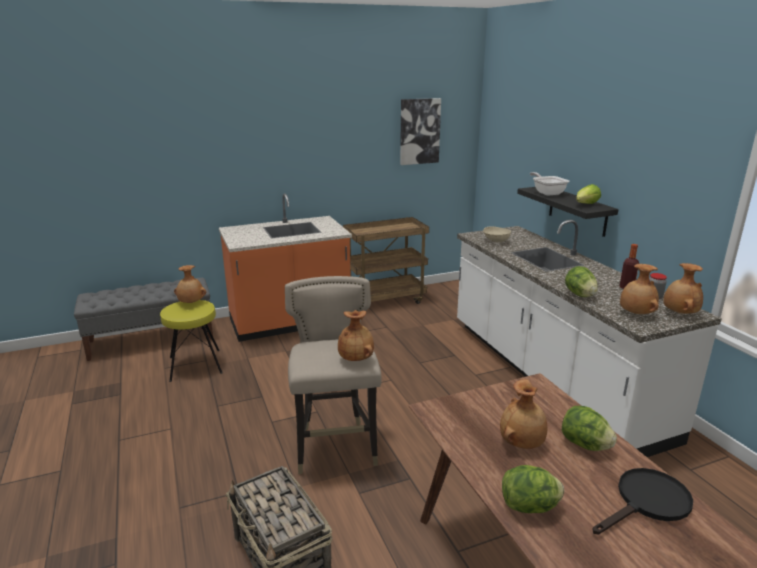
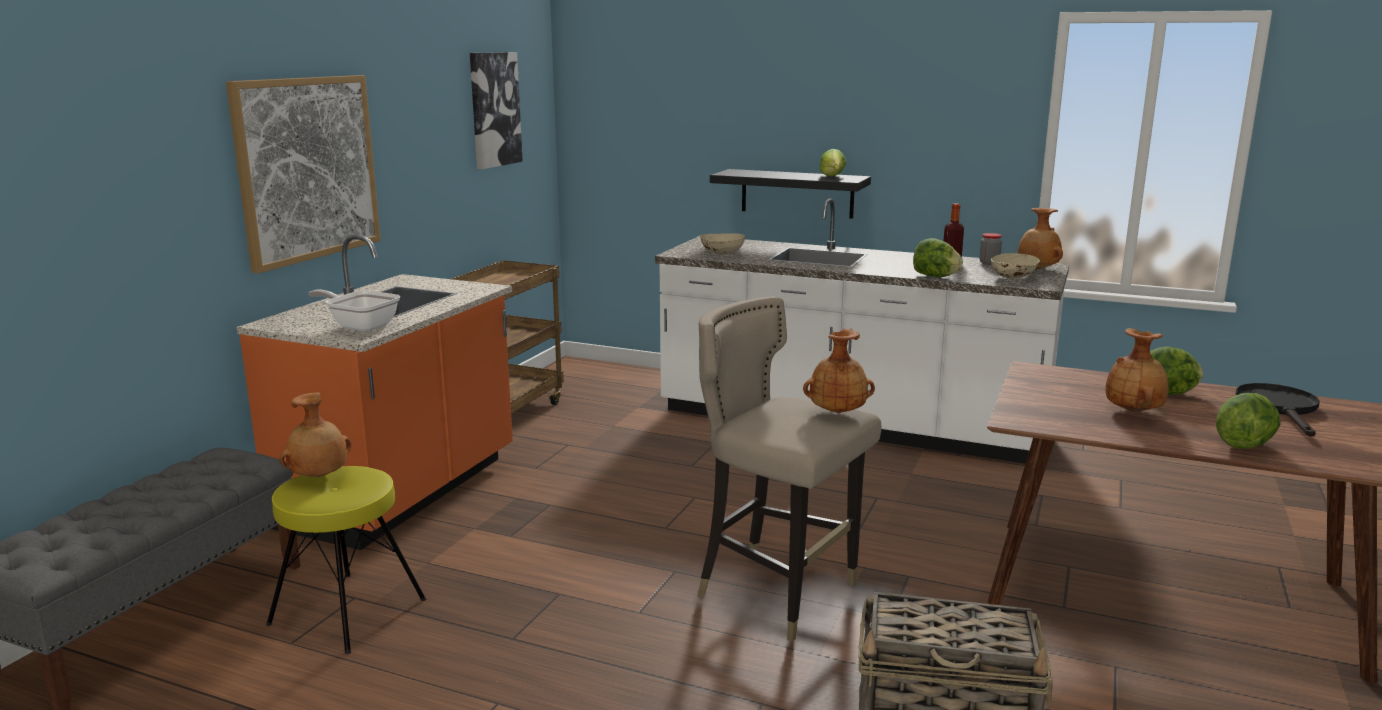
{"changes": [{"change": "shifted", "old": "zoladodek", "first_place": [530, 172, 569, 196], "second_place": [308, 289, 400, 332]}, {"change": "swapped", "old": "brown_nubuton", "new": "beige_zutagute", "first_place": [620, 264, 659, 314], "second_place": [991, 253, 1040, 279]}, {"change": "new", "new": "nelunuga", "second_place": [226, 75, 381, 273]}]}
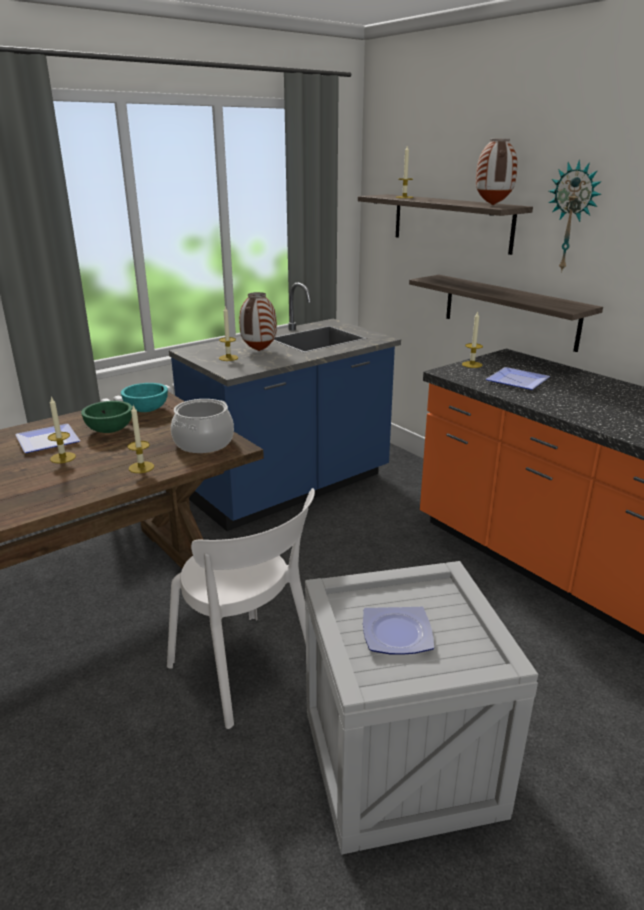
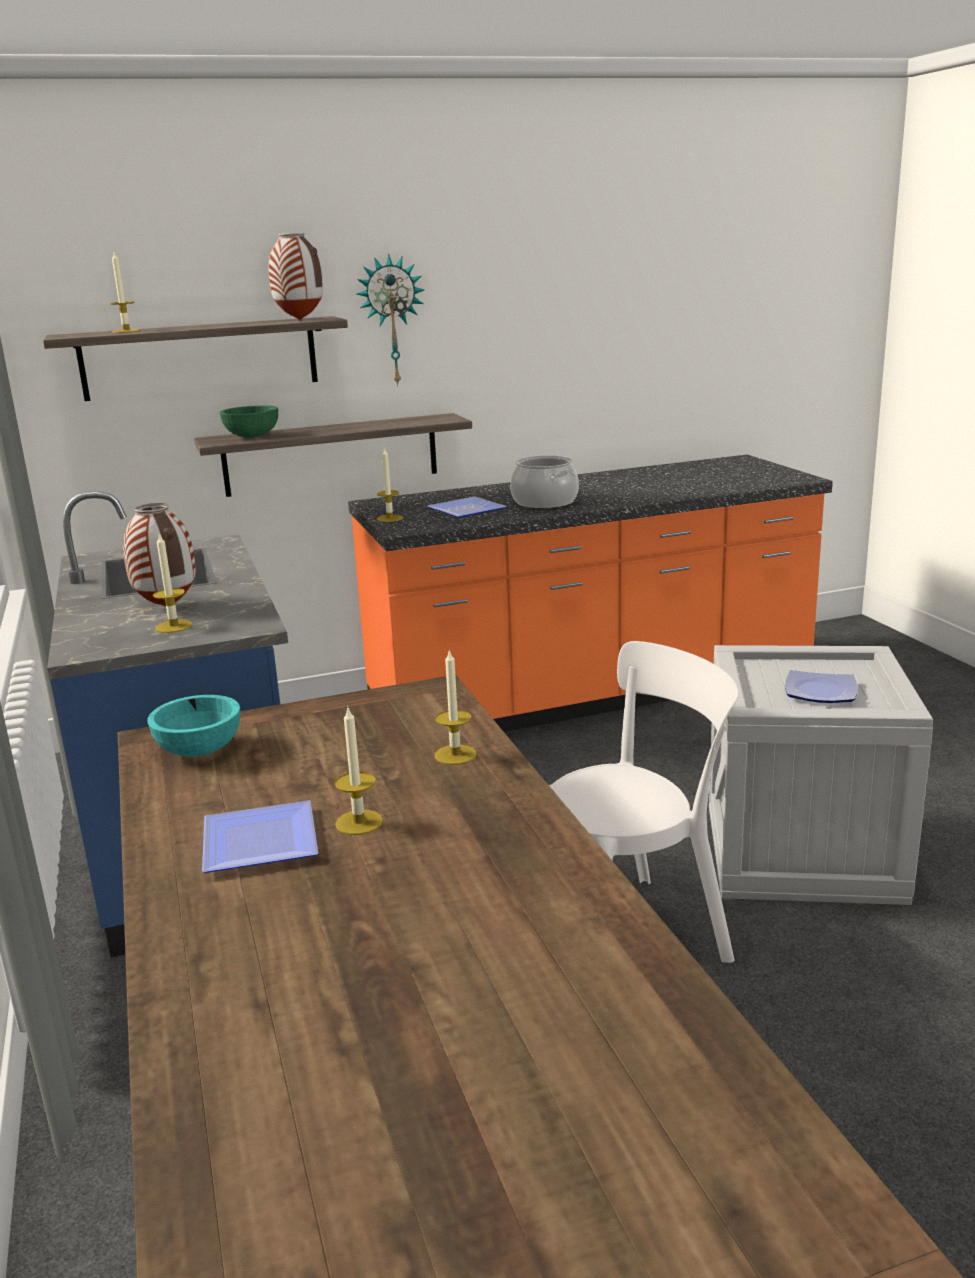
{"changes": [{"change": "shifted", "old": "green_zutagute", "first_place": [81, 401, 132, 433], "second_place": [220, 405, 278, 438]}, {"change": "shifted", "old": "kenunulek", "first_place": [171, 399, 234, 453], "second_place": [510, 455, 579, 508]}]}
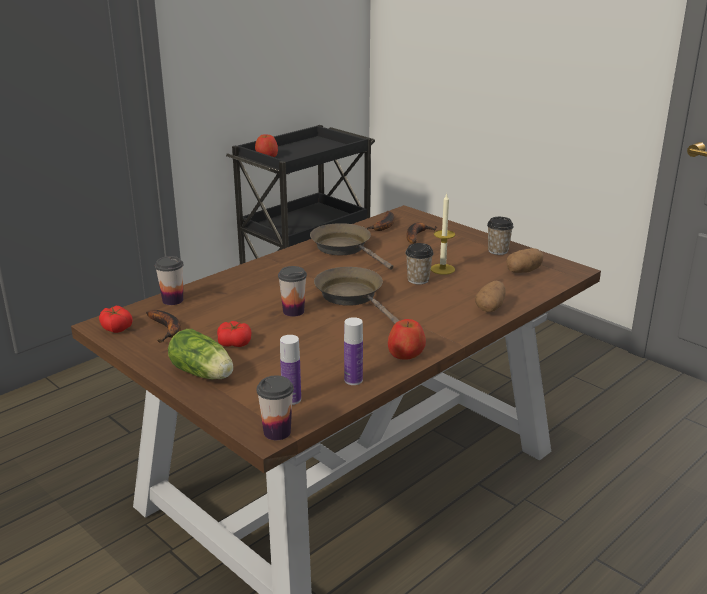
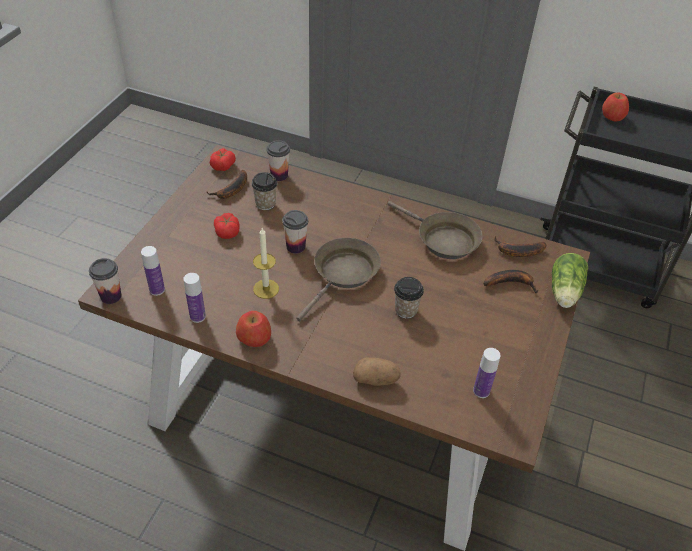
{"changes": [{"change": "shifted", "old": "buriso", "first_place": [168, 329, 233, 379], "second_place": [552, 253, 588, 308]}, {"change": "rotated", "old": "brown_zoladodek", "first_place": [310, 223, 393, 270], "second_place": [387, 201, 482, 259], "degrees": 105}, {"change": "shifted", "old": "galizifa", "first_place": [431, 194, 455, 275], "second_place": [253, 228, 279, 299]}, {"change": "shifted", "old": "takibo", "first_place": [487, 217, 514, 255], "second_place": [251, 172, 277, 210]}, {"change": "swapped", "old": "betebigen", "new": "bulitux", "first_place": [506, 248, 543, 273], "second_place": [473, 348, 501, 398]}]}
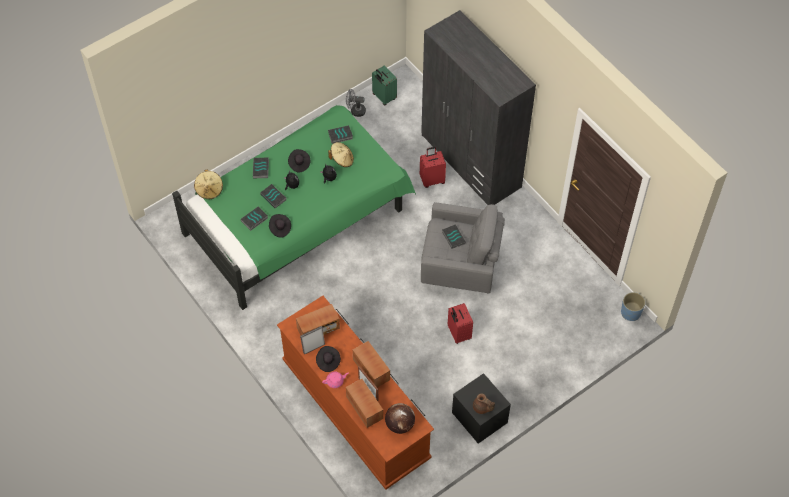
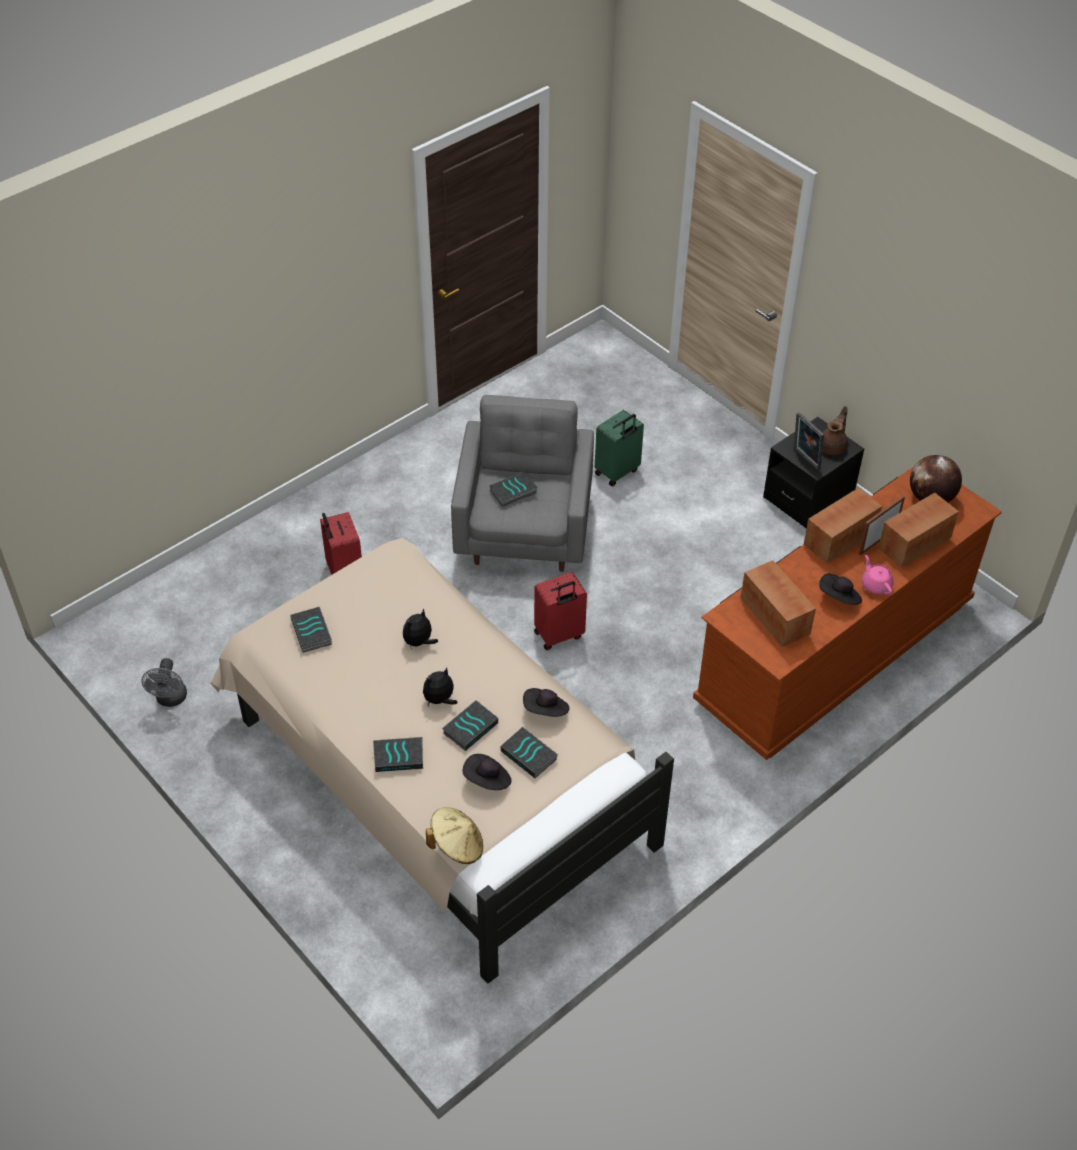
{"changes": [{"change": "repainted", "old": "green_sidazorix", "new": "beige_sidazorix", "first_place": [172, 105, 416, 310], "second_place": [211, 538, 674, 984]}, {"change": "shifted", "old": "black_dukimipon", "first_place": [288, 149, 310, 173], "second_place": [462, 754, 511, 790]}, {"change": "shifted", "old": "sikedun", "first_place": [300, 326, 325, 354], "second_place": [794, 412, 824, 470]}, {"change": "gone", "old": "beige_dukimipon", "first_place": [328, 142, 354, 167]}, {"change": "shifted", "old": "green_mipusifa", "first_place": [372, 66, 397, 105], "second_place": [595, 410, 644, 487]}, {"change": "gone", "old": "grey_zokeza", "first_place": [421, 10, 536, 205]}, {"change": "shifted", "old": "red_mipusifa", "first_place": [448, 303, 473, 344], "second_place": [534, 572, 587, 650]}, {"change": "gone", "old": "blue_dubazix", "first_place": [621, 292, 645, 321]}]}
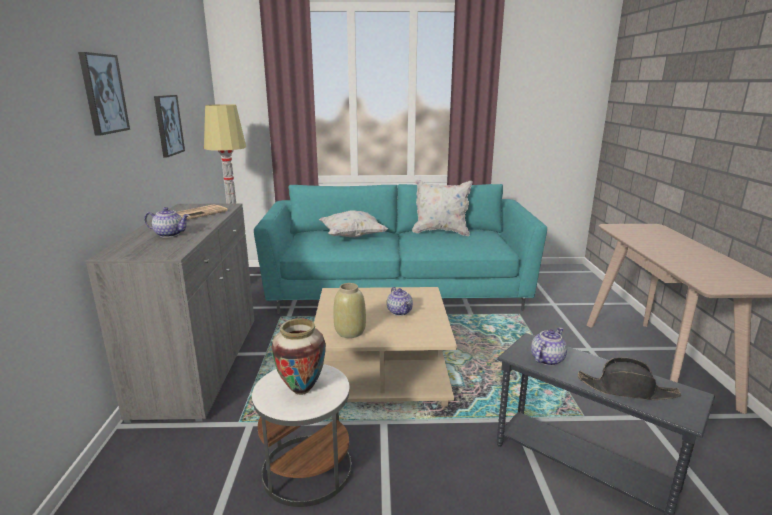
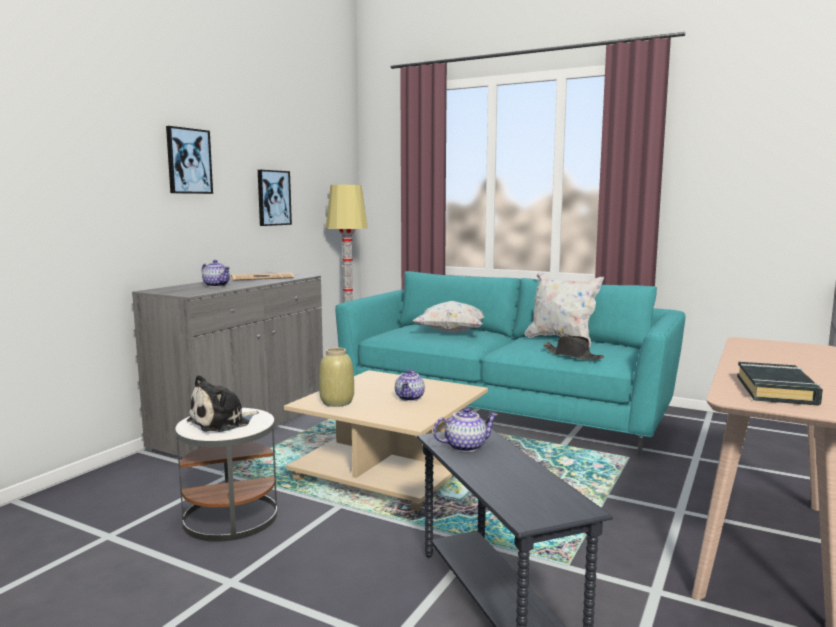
{"changes": [{"change": "swapped", "old": "nubuton", "new": "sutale", "first_place": [272, 318, 326, 395], "second_place": [187, 375, 259, 432]}, {"change": "shifted", "old": "black_dukimipon", "first_place": [578, 358, 681, 400], "second_place": [544, 336, 604, 360]}, {"change": "new", "new": "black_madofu", "second_place": [737, 362, 823, 406]}]}
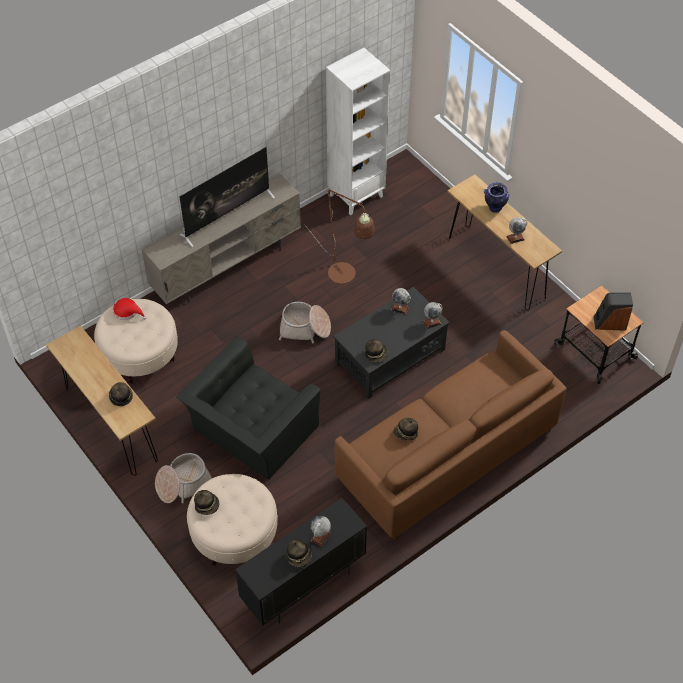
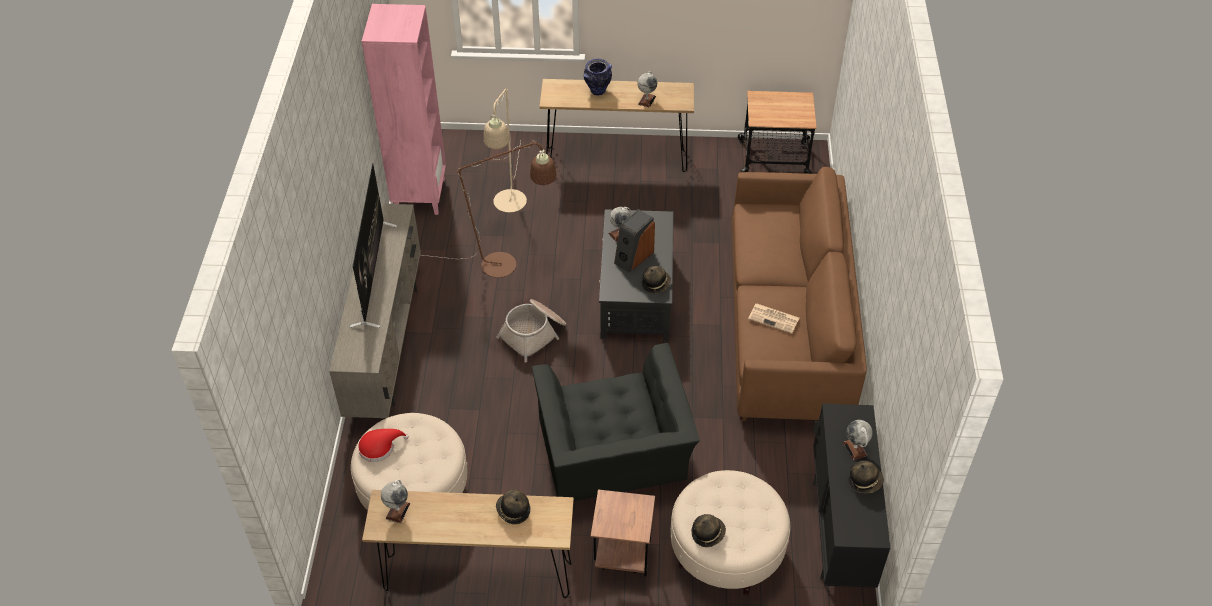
{"changes": [{"change": "swapped", "old": "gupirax", "new": "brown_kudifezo", "first_place": [155, 453, 212, 503], "second_place": [591, 489, 655, 576]}, {"change": "repainted", "old": "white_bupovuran", "new": "pink_bupovuran", "first_place": [326, 48, 390, 215], "second_place": [362, 4, 446, 215]}, {"change": "swapped", "old": "dukimipon", "new": "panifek", "first_place": [393, 418, 418, 440], "second_place": [748, 303, 799, 334]}, {"change": "shifted", "old": "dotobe", "first_place": [423, 302, 443, 329], "second_place": [381, 479, 410, 523]}, {"change": "shifted", "old": "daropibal", "first_place": [594, 292, 633, 331], "second_place": [614, 209, 655, 272]}, {"change": "new", "new": "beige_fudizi", "second_place": [484, 89, 527, 213]}]}
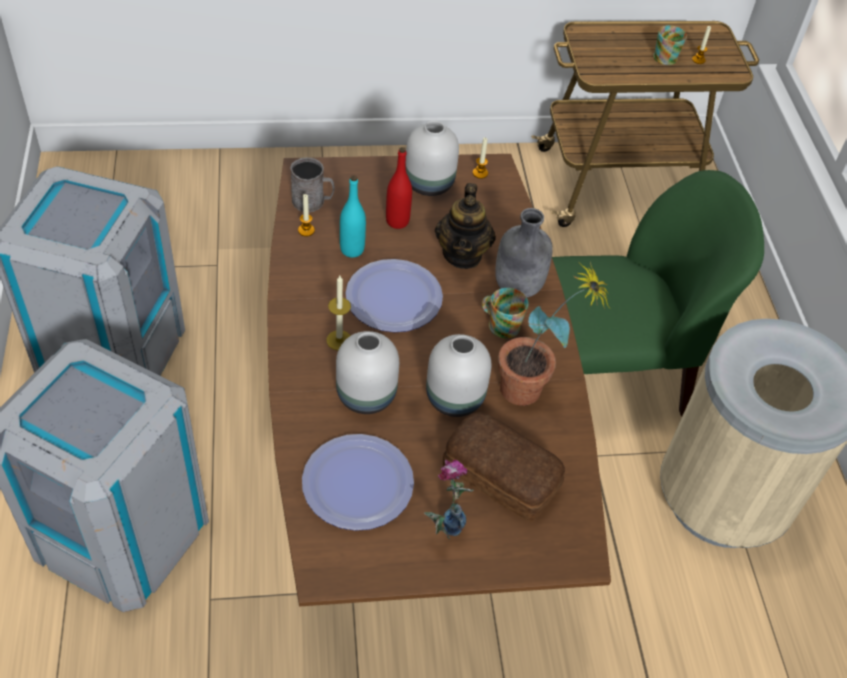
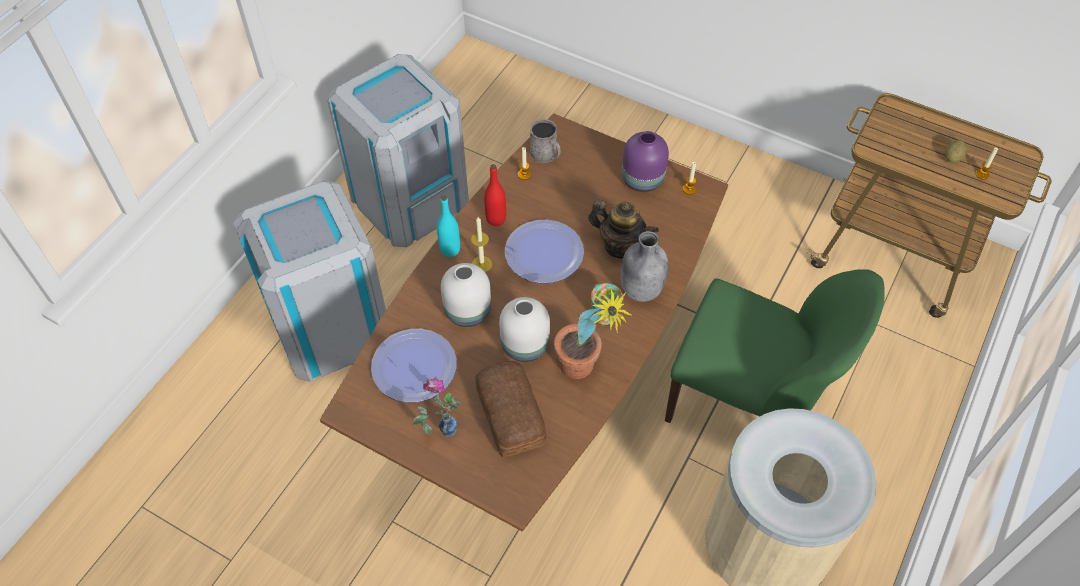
{"changes": [{"change": "shifted", "old": "turquoise_bulitux", "first_place": [340, 175, 366, 258], "second_place": [437, 196, 460, 257]}, {"change": "shifted", "old": "red_bulitux", "first_place": [386, 147, 412, 229], "second_place": [484, 164, 506, 226]}, {"change": "repainted", "old": "white_nubuton", "new": "purple_nubuton", "first_place": [406, 121, 459, 196], "second_place": [622, 131, 669, 192]}, {"change": "rotated", "old": "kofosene", "first_place": [435, 183, 496, 269], "second_place": [588, 199, 659, 258], "degrees": -105}, {"change": "swapped", "old": "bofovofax", "new": "betebigen", "first_place": [653, 25, 687, 65], "second_place": [944, 140, 967, 162]}]}
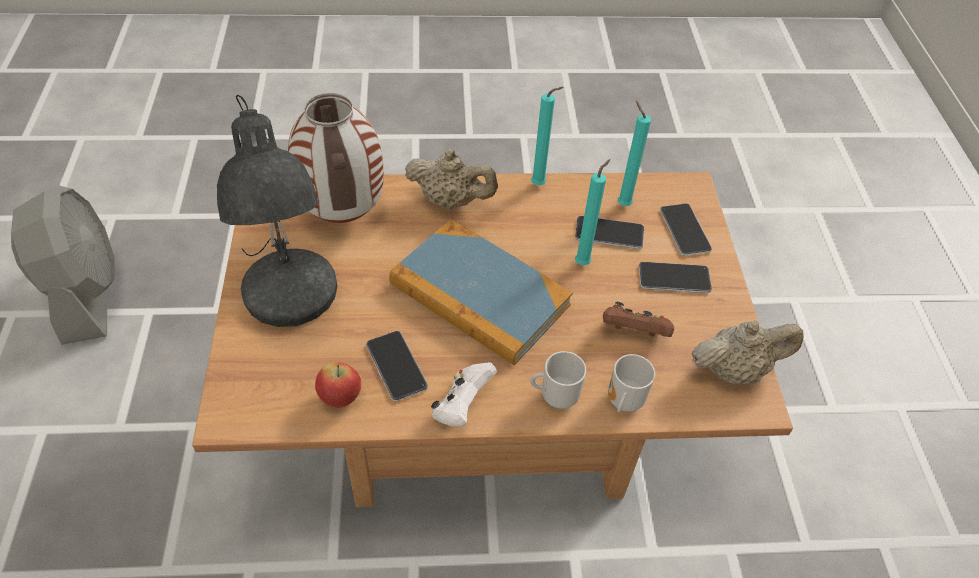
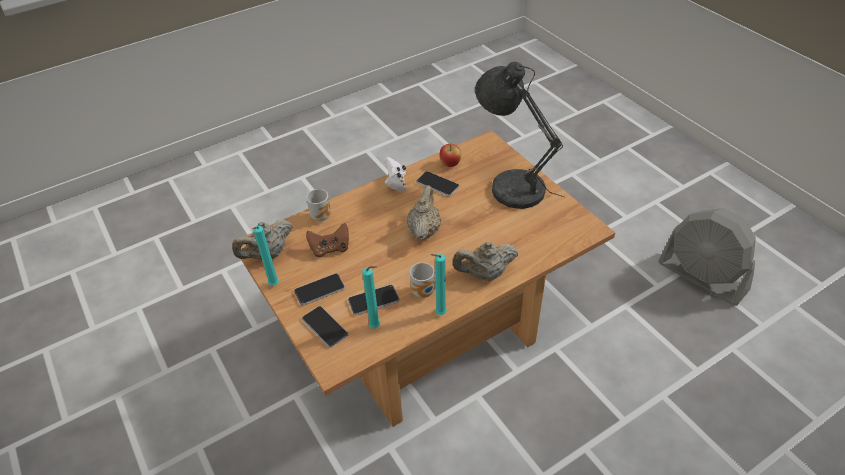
{"changes": [{"change": "gone", "old": "nubuton", "first_place": [288, 93, 384, 223]}, {"change": "swapped", "old": "madofu", "new": "beige_kofosene", "first_place": [389, 219, 573, 366], "second_place": [407, 185, 441, 240]}, {"change": "shifted", "old": "bofovofax", "first_place": [530, 351, 586, 409], "second_place": [410, 263, 436, 298]}, {"change": "shifted", "old": "turquoise_galizifa", "first_place": [575, 159, 610, 265], "second_place": [252, 226, 279, 286]}]}
